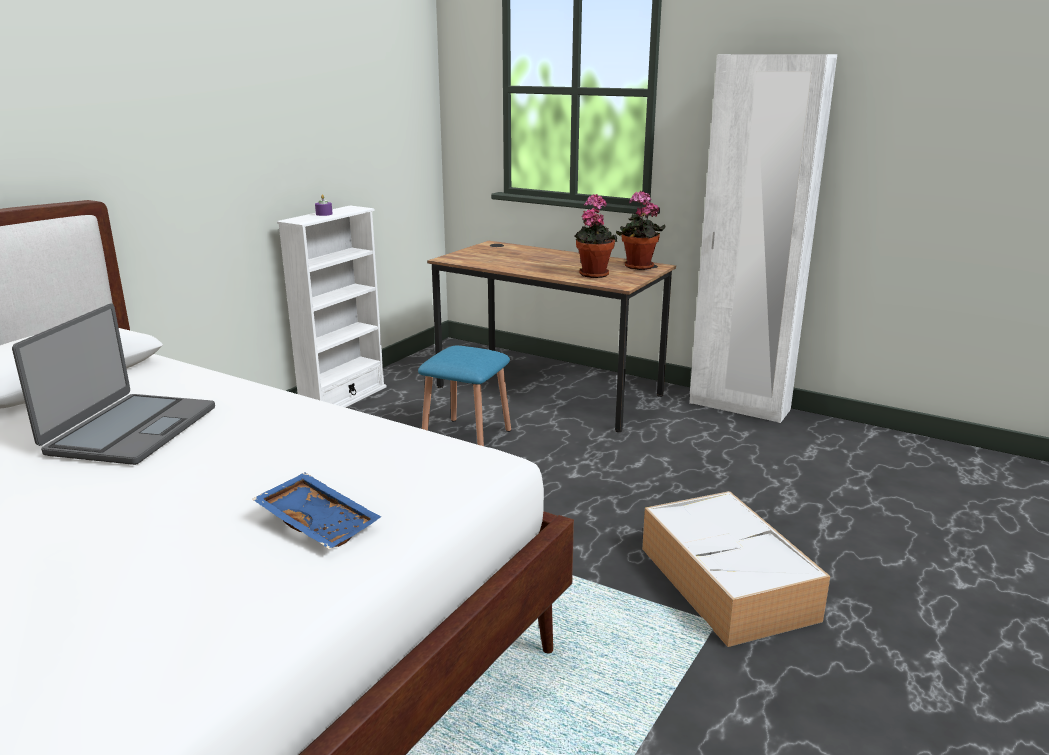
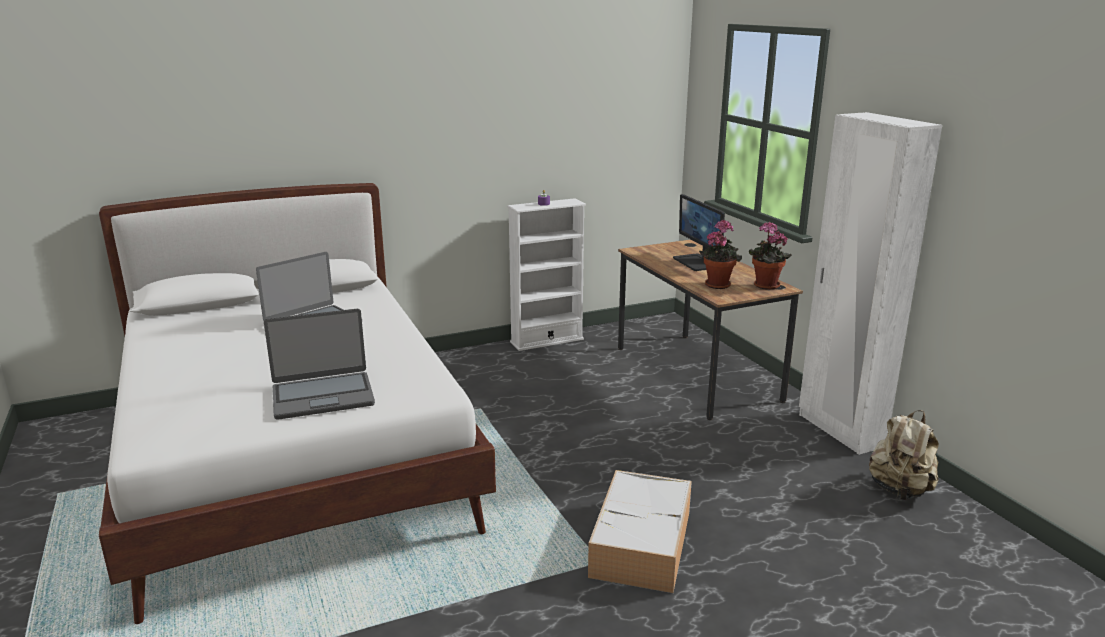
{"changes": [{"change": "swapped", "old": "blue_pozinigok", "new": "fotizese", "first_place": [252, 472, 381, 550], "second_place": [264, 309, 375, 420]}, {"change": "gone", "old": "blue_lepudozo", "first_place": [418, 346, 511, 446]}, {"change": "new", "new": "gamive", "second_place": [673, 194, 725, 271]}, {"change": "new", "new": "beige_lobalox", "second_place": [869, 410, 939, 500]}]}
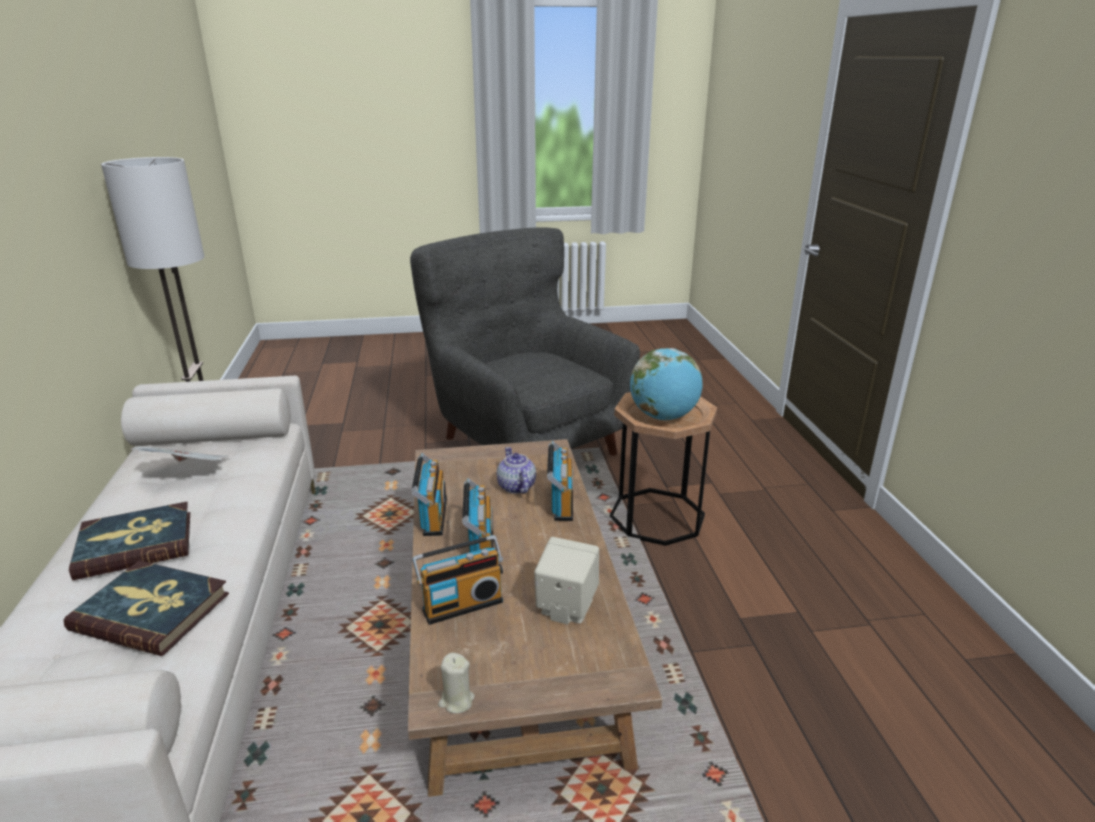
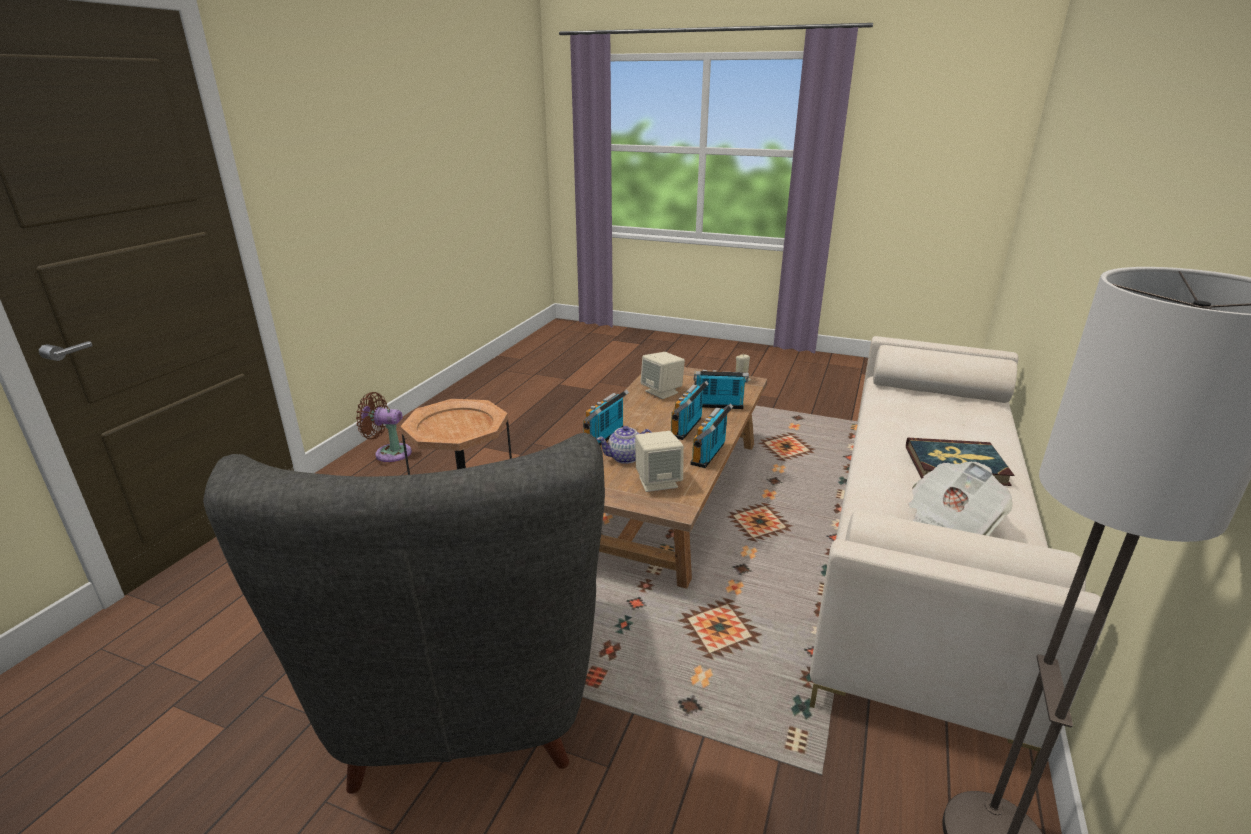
{"changes": [{"change": "gone", "old": "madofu", "first_place": [64, 560, 229, 656]}, {"change": "rotated", "old": "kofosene", "first_place": [497, 447, 536, 494], "second_place": [597, 426, 652, 464], "degrees": 60}, {"change": "gone", "old": "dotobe", "first_place": [630, 348, 703, 420]}, {"change": "new", "new": "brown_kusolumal", "second_place": [356, 392, 412, 462]}, {"change": "new", "new": "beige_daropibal", "second_place": [635, 431, 684, 492]}]}
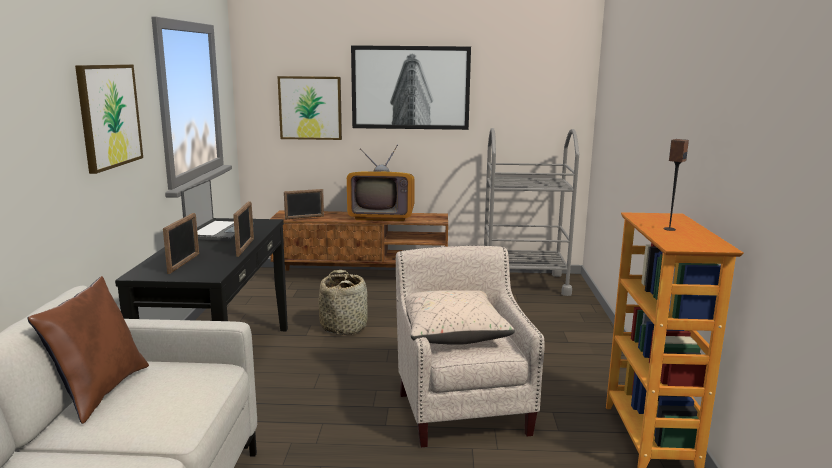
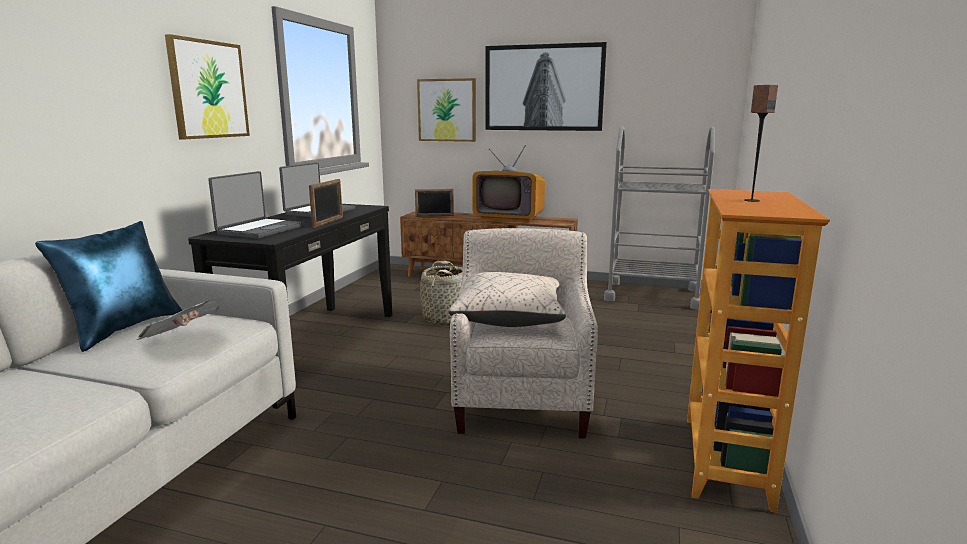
{"changes": [{"change": "repainted", "old": "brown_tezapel", "new": "blue_tezapel", "first_place": [27, 276, 149, 424], "second_place": [35, 221, 183, 352]}, {"change": "swapped", "old": "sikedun", "new": "fotizese", "first_place": [163, 213, 199, 274], "second_place": [208, 171, 304, 239]}, {"change": "new", "new": "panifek", "second_place": [137, 298, 225, 340]}]}
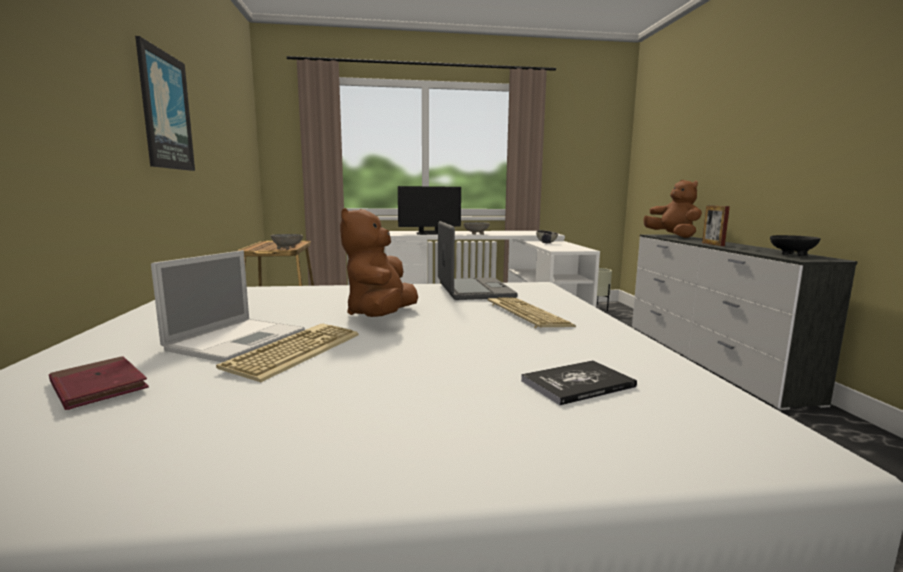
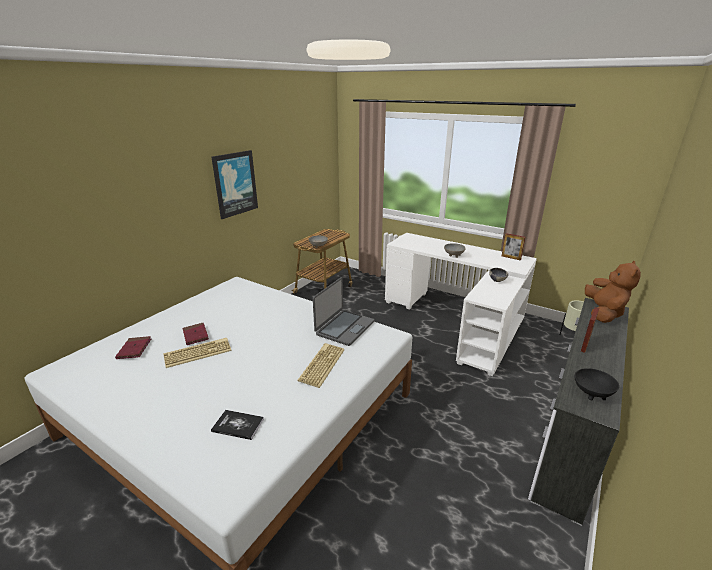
{"changes": [{"change": "swapped", "old": "fotizese", "new": "red_madofu", "first_place": [151, 250, 305, 362], "second_place": [182, 323, 209, 345]}, {"change": "gone", "old": "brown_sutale", "first_place": [340, 208, 418, 317]}, {"change": "gone", "old": "gamive", "first_place": [398, 186, 461, 235]}, {"change": "new", "new": "sikedun", "second_place": [502, 233, 525, 260]}]}
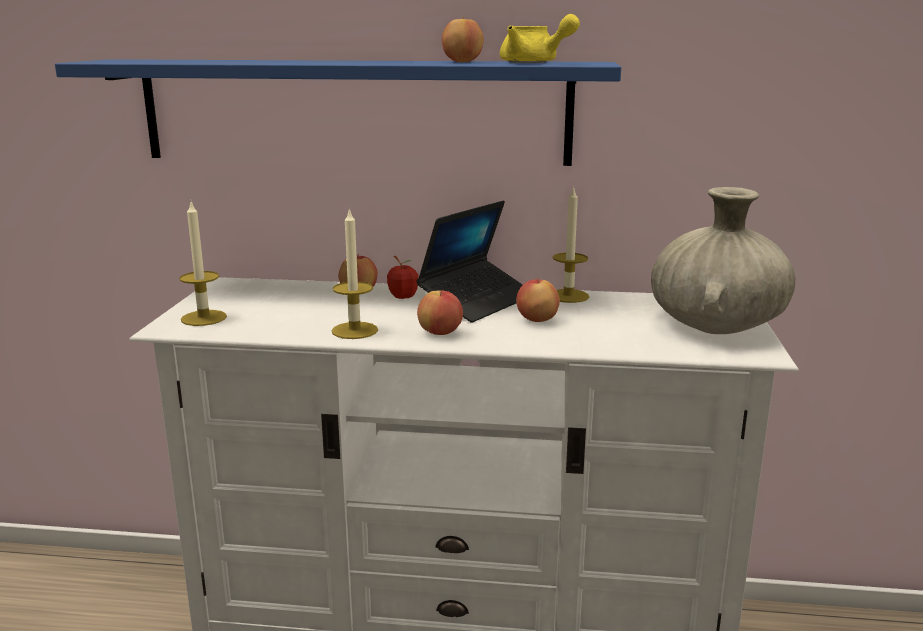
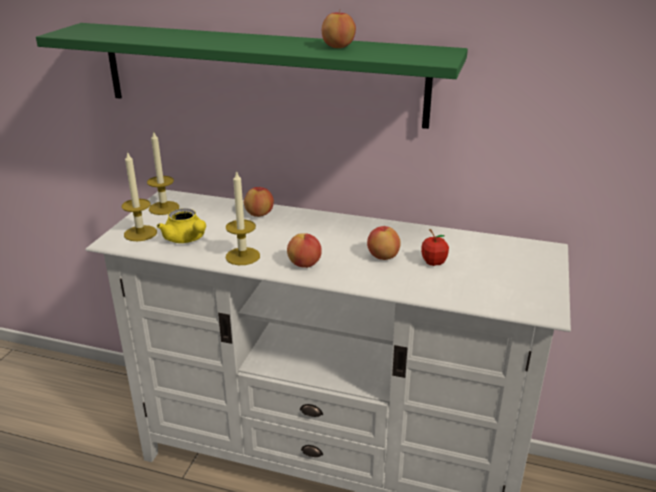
{"changes": [{"change": "repainted", "old": "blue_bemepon", "new": "green_bemepon", "first_place": [55, 59, 621, 166], "second_place": [36, 23, 468, 129]}, {"change": "shifted", "old": "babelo", "first_place": [387, 256, 419, 299], "second_place": [421, 229, 449, 266]}, {"change": "gone", "old": "fotizese", "first_place": [416, 201, 523, 323]}, {"change": "shifted", "old": "yellow_kofosene", "first_place": [500, 14, 580, 63], "second_place": [157, 208, 206, 243]}, {"change": "shifted", "old": "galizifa", "first_place": [553, 186, 589, 303], "second_place": [147, 130, 179, 215]}, {"change": "gone", "old": "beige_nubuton", "first_place": [651, 187, 795, 334]}]}
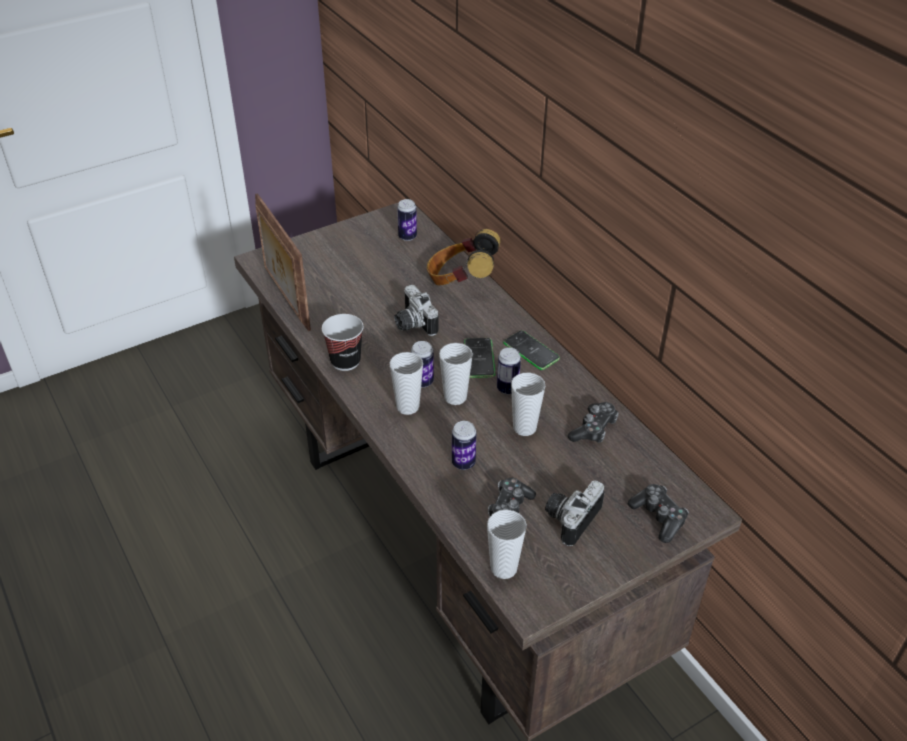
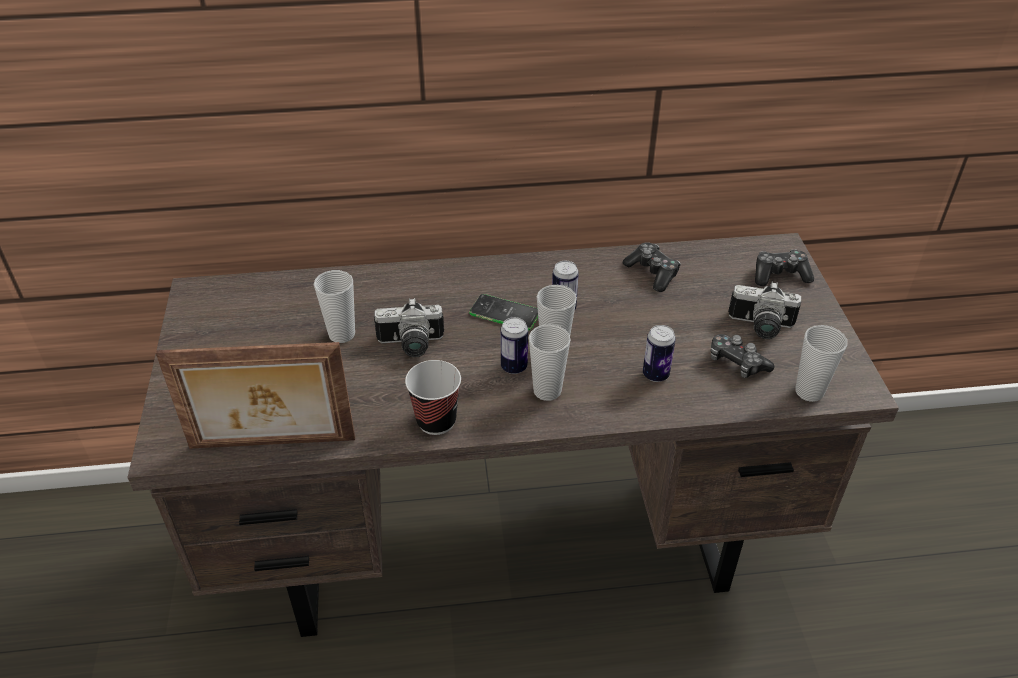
{"changes": [{"change": "gone", "old": "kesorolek", "first_place": [397, 199, 417, 241]}, {"change": "gone", "old": "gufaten", "first_place": [427, 229, 501, 285]}, {"change": "gone", "old": "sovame", "first_place": [503, 331, 560, 370]}, {"change": "shifted", "old": "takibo", "first_place": [511, 373, 545, 436], "second_place": [314, 270, 355, 343]}, {"change": "rotated", "old": "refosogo", "first_place": [545, 481, 605, 546], "second_place": [728, 282, 801, 339], "degrees": -45}]}
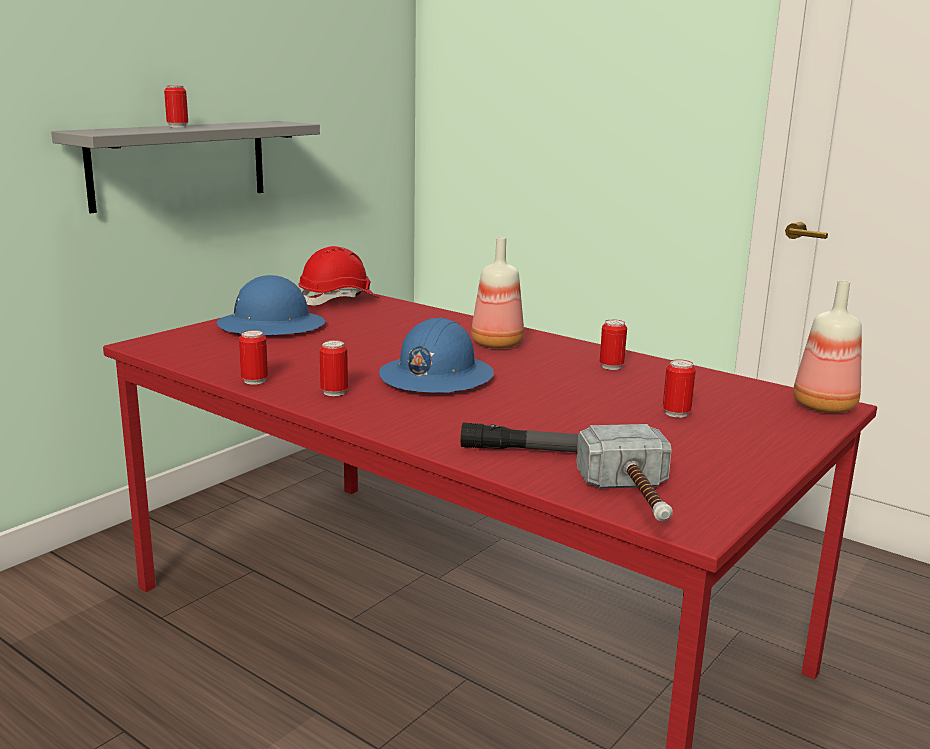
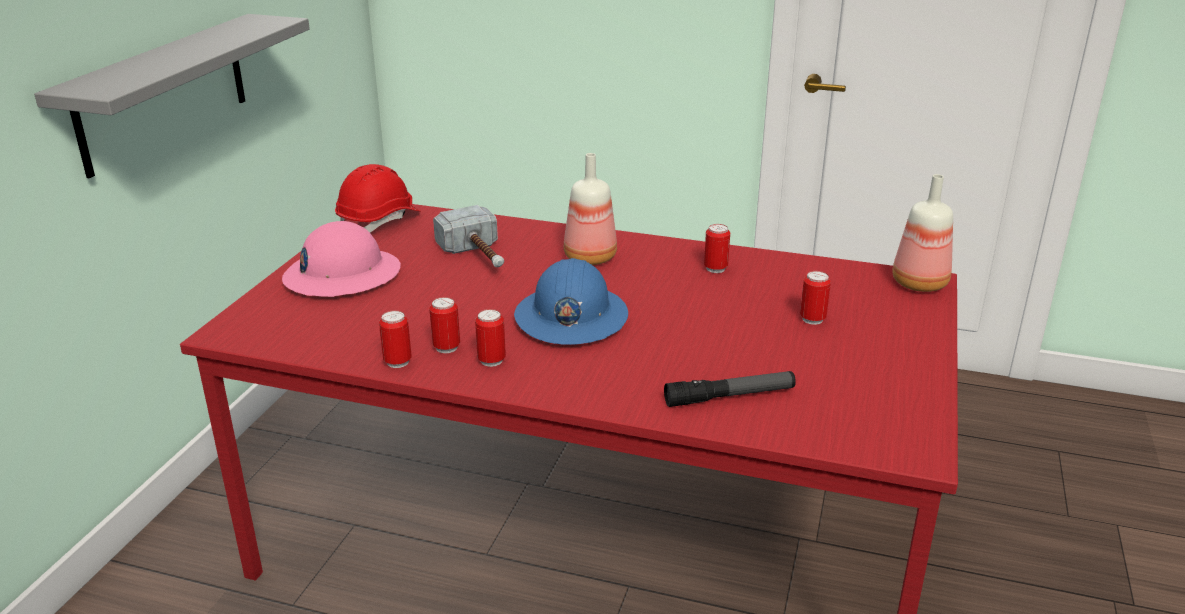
{"changes": [{"change": "shifted", "old": "kesorolek", "first_place": [164, 85, 188, 127], "second_place": [429, 297, 460, 353]}, {"change": "repainted", "old": "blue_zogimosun", "new": "pink_zogimosun", "first_place": [217, 275, 325, 335], "second_place": [282, 221, 401, 297]}, {"change": "shifted", "old": "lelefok", "first_place": [577, 424, 673, 521], "second_place": [433, 205, 504, 267]}]}
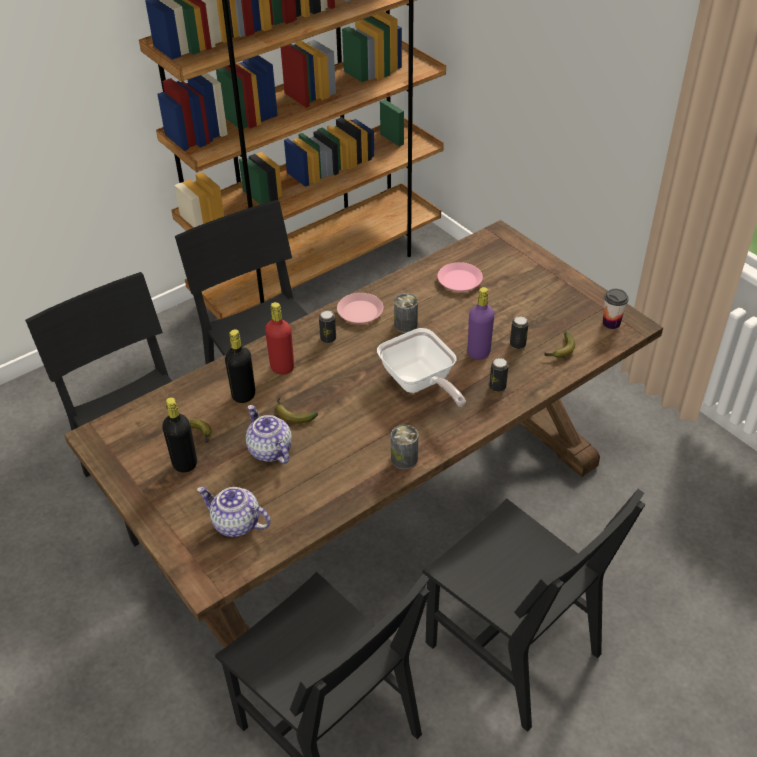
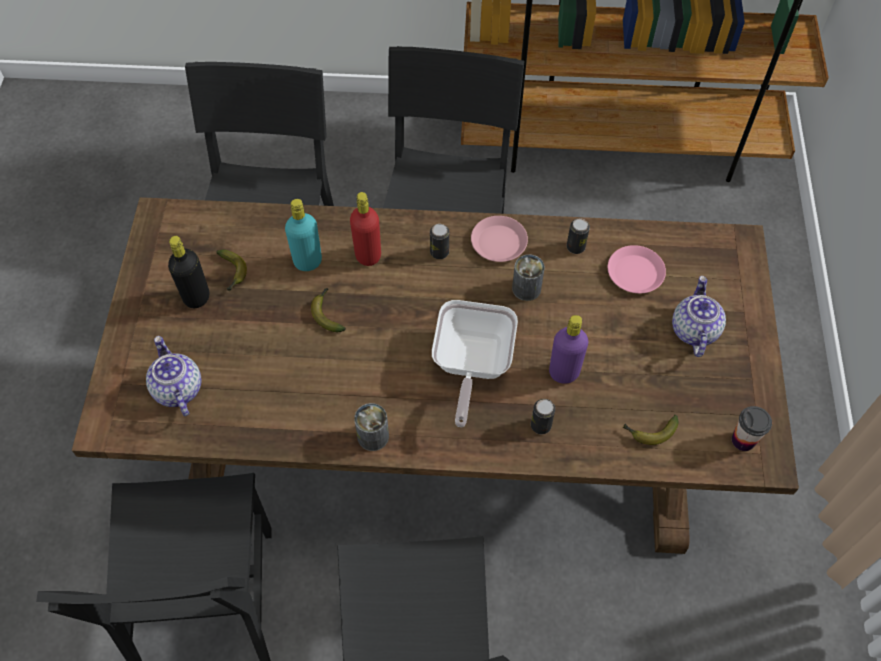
{"changes": [{"change": "repainted", "old": "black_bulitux", "new": "turquoise_bulitux", "first_place": [225, 329, 255, 403], "second_place": [285, 199, 322, 271]}, {"change": "shifted", "old": "kofosene", "first_place": [246, 405, 292, 464], "second_place": [672, 276, 726, 357]}, {"change": "shifted", "old": "kesorolek", "first_place": [510, 316, 529, 349], "second_place": [567, 218, 590, 254]}]}
